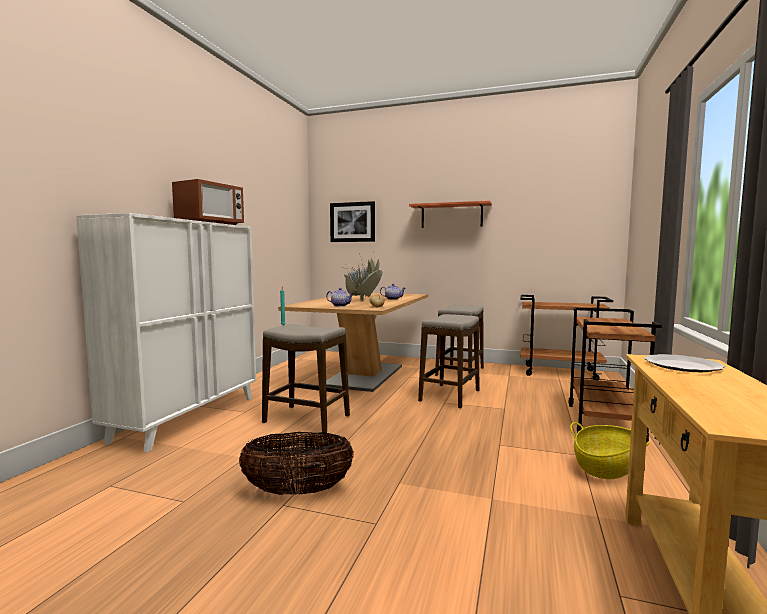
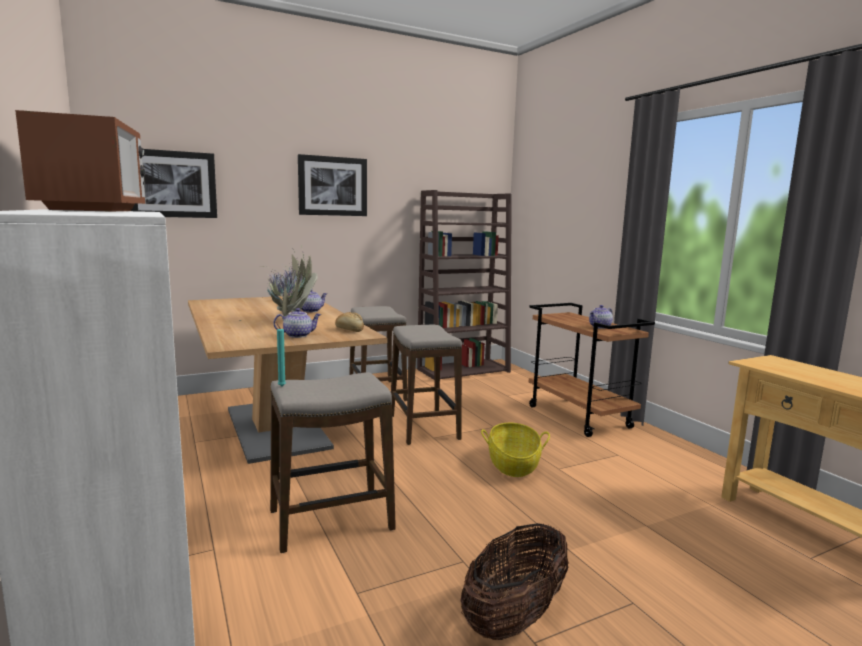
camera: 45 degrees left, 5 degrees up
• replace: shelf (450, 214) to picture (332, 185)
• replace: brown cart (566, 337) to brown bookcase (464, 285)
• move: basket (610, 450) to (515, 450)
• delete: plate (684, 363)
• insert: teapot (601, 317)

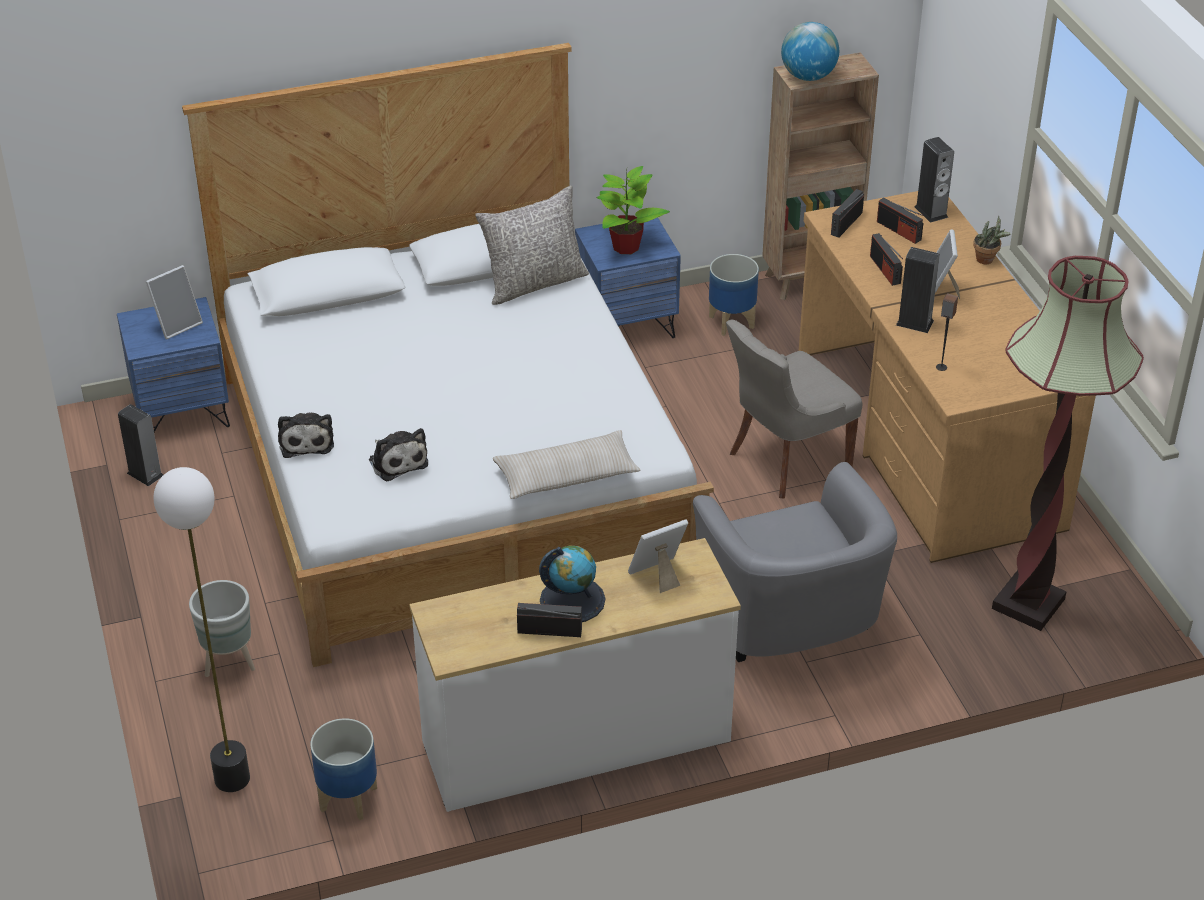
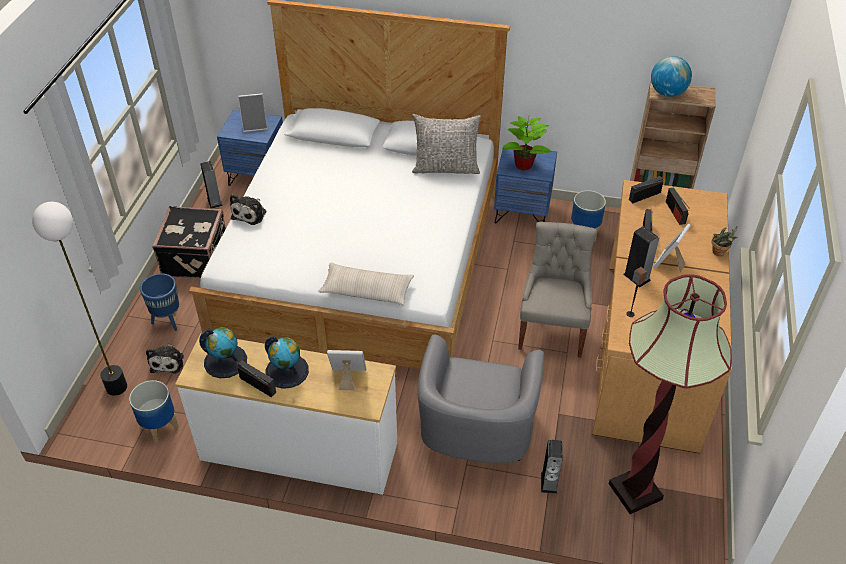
camera: 30 degrees right, 5 degrees up
• recolor: grey planter (222, 628) to blue planter (159, 302)
• move: plush toy (398, 455) to (165, 358)
• rotate: grey chair (794, 409) = (557, 290) 105 degrees clockwise
• move: speaker (934, 180) to (551, 467)
• insert: black suitcase (189, 242)
• insert: globe (223, 352)

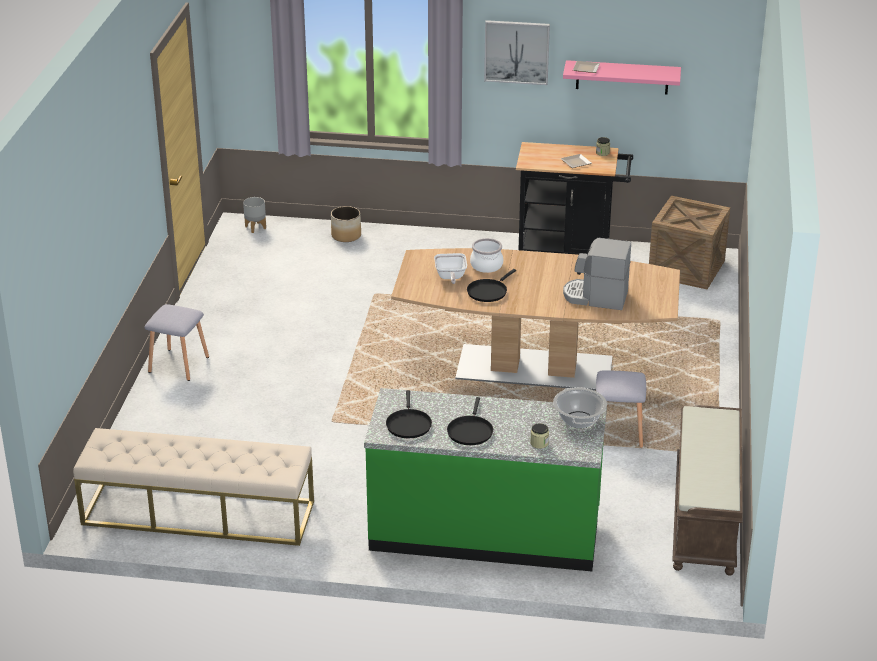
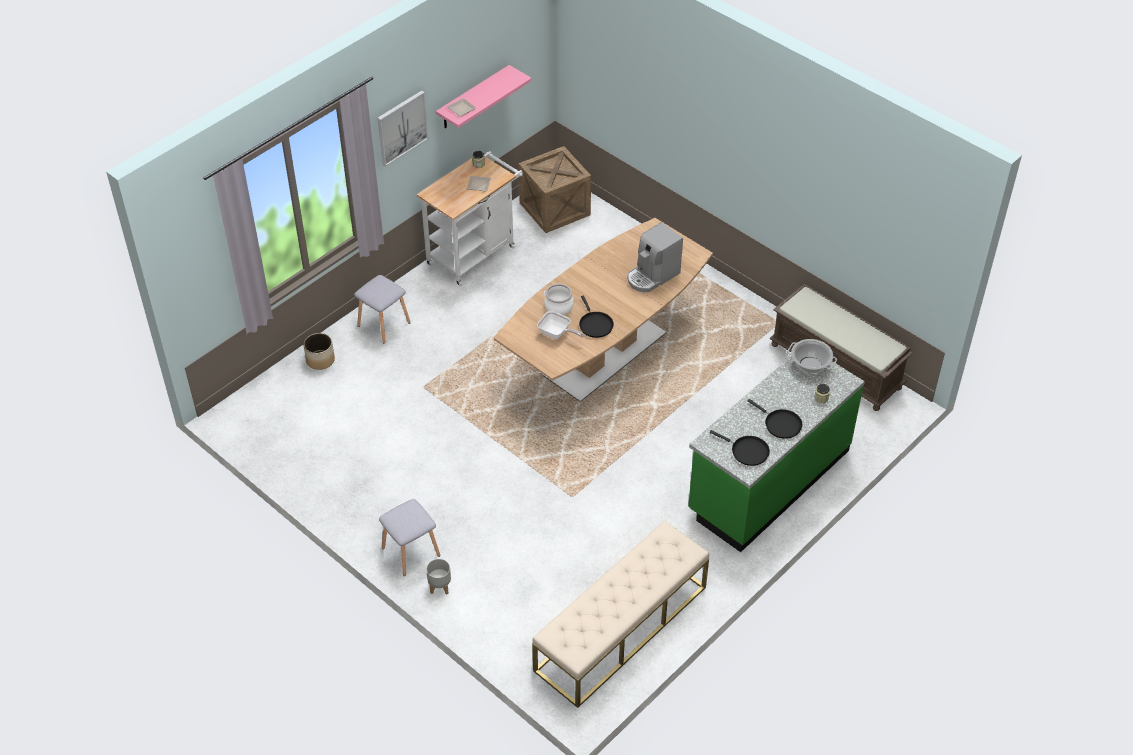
camera: 55 degrees left, 15 degrees up
• move: grey planter (254, 215) to (438, 577)
• recolor: black cart (574, 198) to white cart (470, 218)
• move: grey stool (621, 409) to (382, 309)

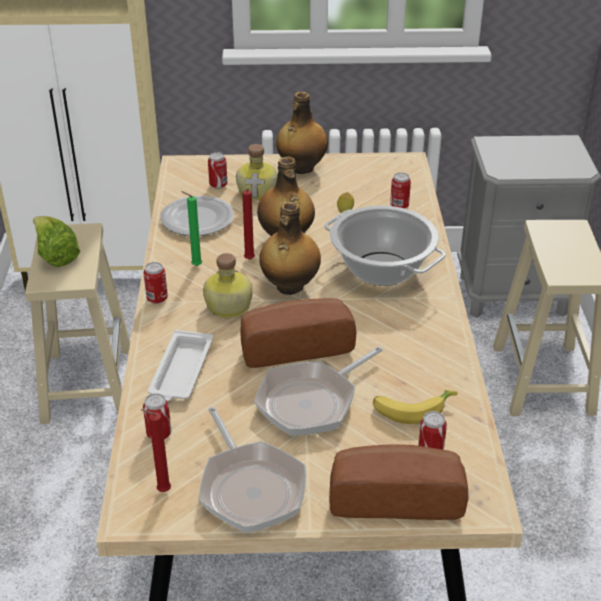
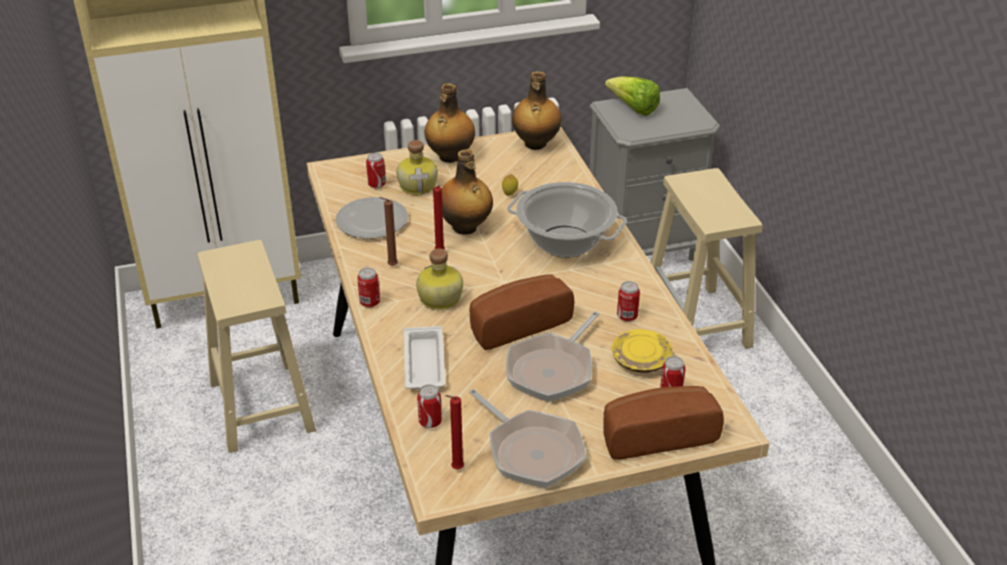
camera: 15 degrees left, 0 degrees up
• move: lettuce (56, 241) to (632, 96)
• recolor: green candle (191, 228) to brown candle (388, 231)
• move: bottle (290, 248) to (536, 110)
• replace: banana (415, 407) to yellow plate (642, 351)
• move: can (400, 190) to (628, 301)

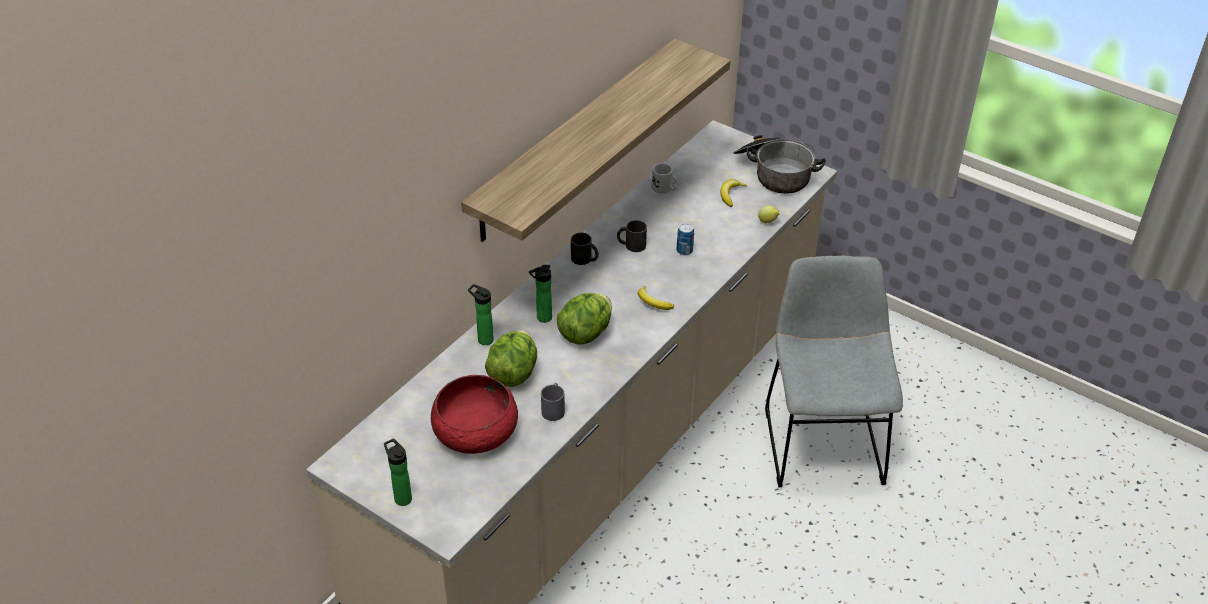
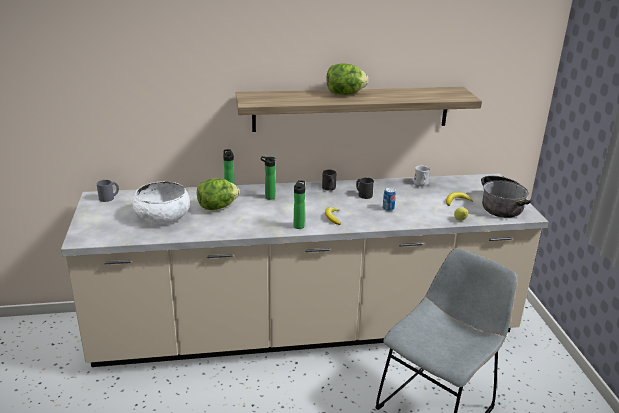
camera: 45 degrees right, 15 degrees down
• move: bottle (398, 472) to (299, 204)
• recolor: red bowl (474, 414) to white bowl (161, 202)
• move: grey mug (553, 402) to (108, 191)
• move: lettuce (584, 319) to (347, 79)

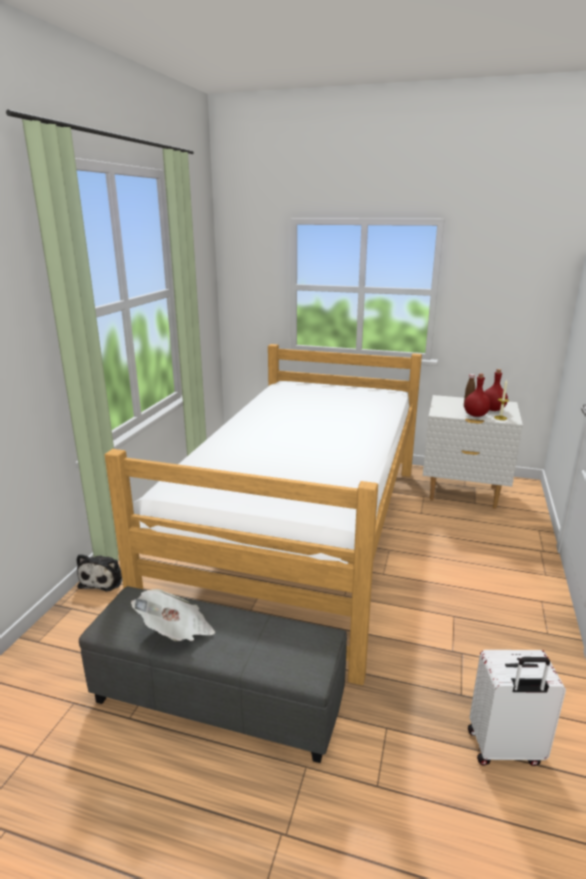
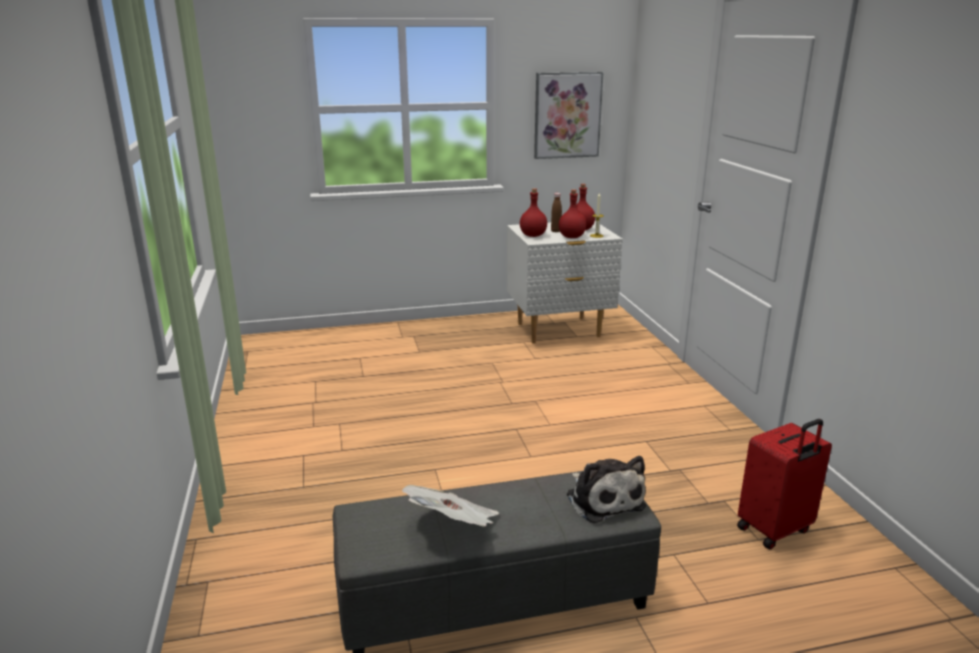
camera: 30 degrees left, 0 degrees up
• move: plush toy (99, 573) to (606, 489)
• delete: bed (263, 515)
• recolor: white suitcase (517, 708) to red suitcase (784, 484)
• insert: red bottle (533, 212)
• insert: picture (568, 115)

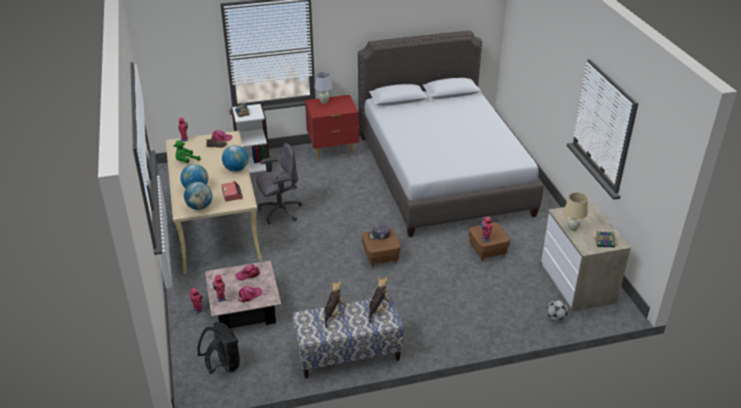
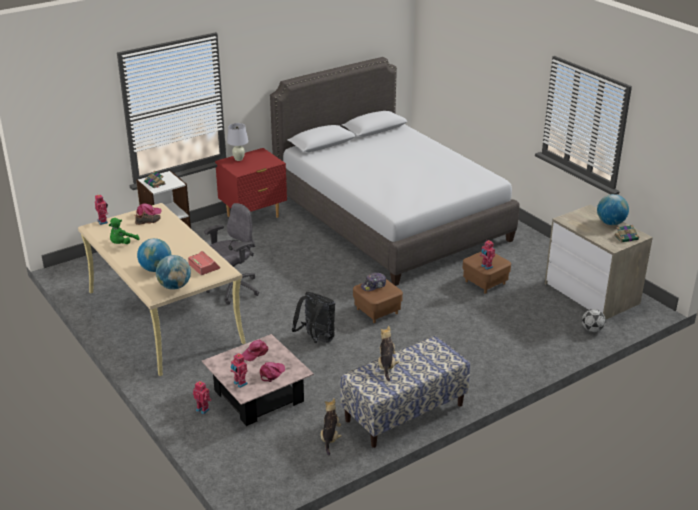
camera: 20 degrees left, 5 degrees down
• move: black backpack (219, 348) to (313, 317)
• move: globe (235, 158) to (613, 209)
• move: plush toy (379, 300) to (331, 427)
• delete: beige table lamp (576, 211)

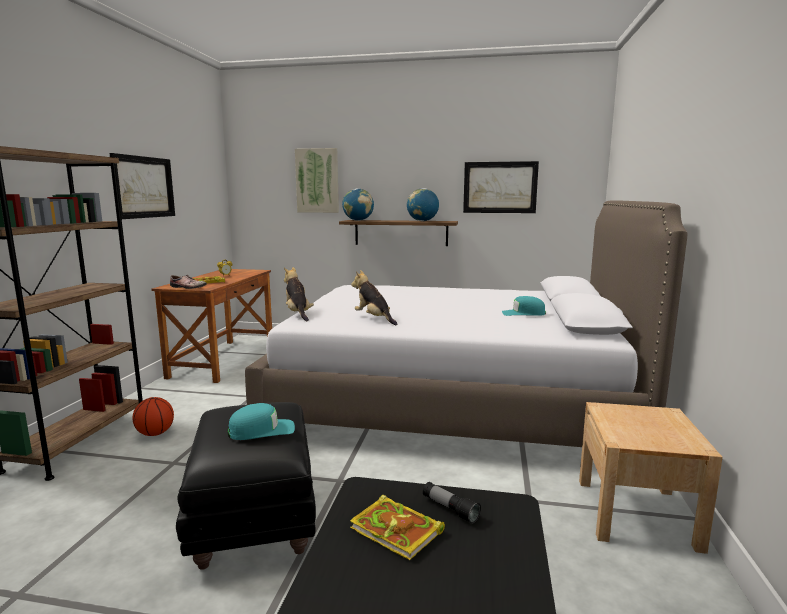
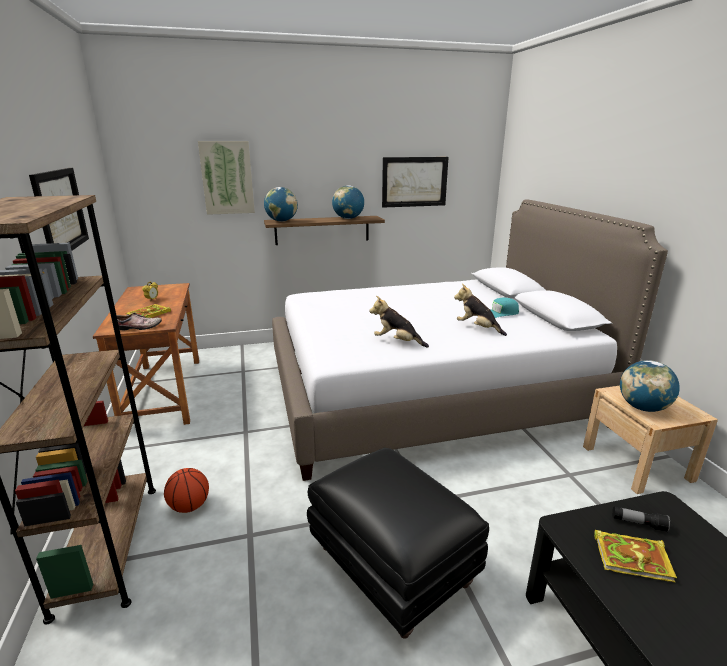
camera: 25 degrees left, 10 degrees up
• delete: turquoise cap (261, 421)
• move: plush toy (299, 294) to (480, 310)
• insert: globe (650, 386)

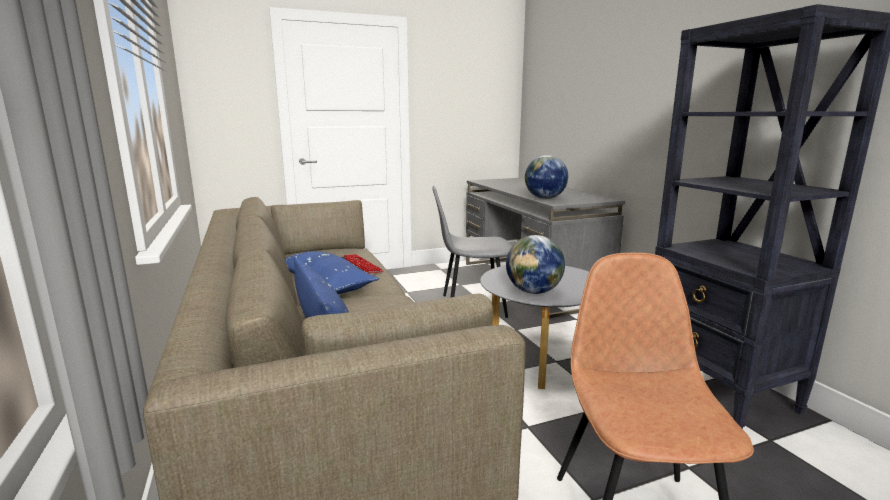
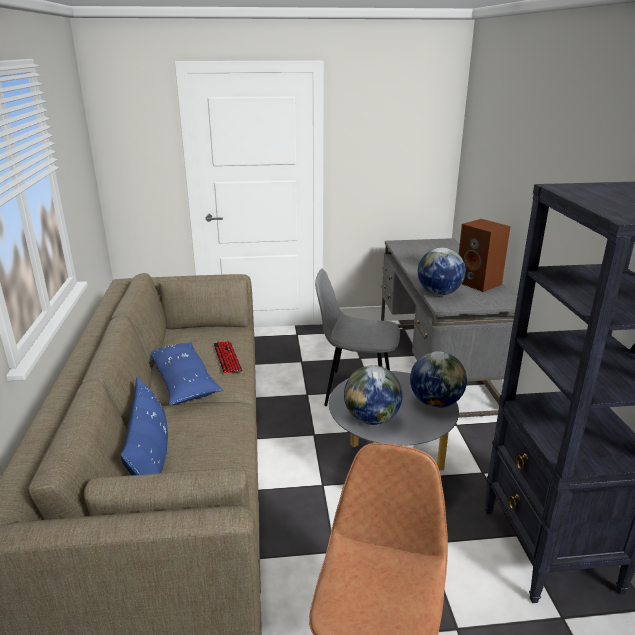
camera: 15 degrees right, 10 degrees up
• insert: globe (438, 379)
• insert: brown speaker (485, 255)

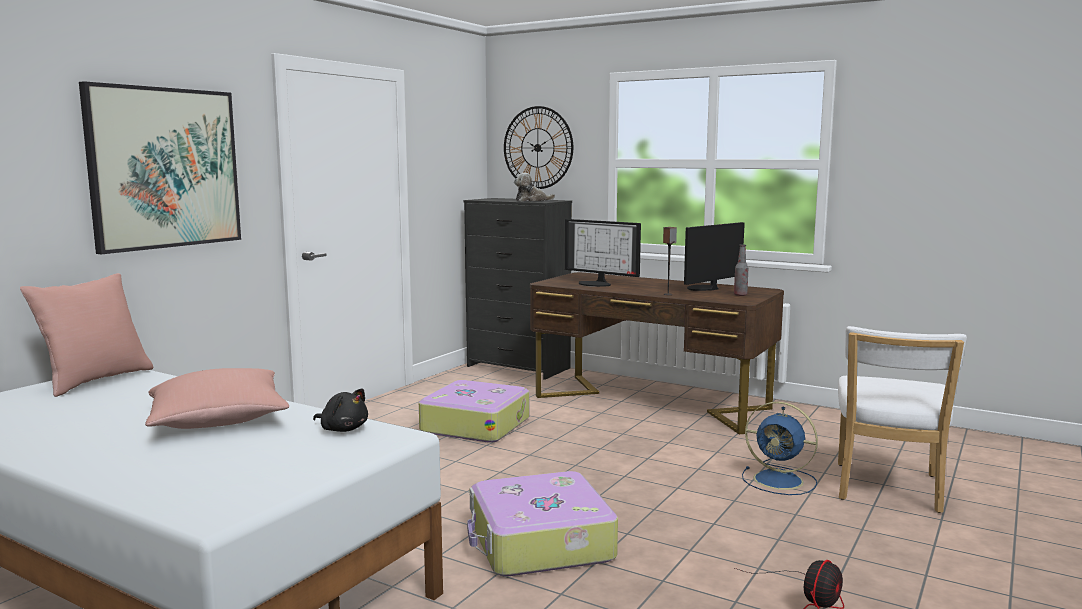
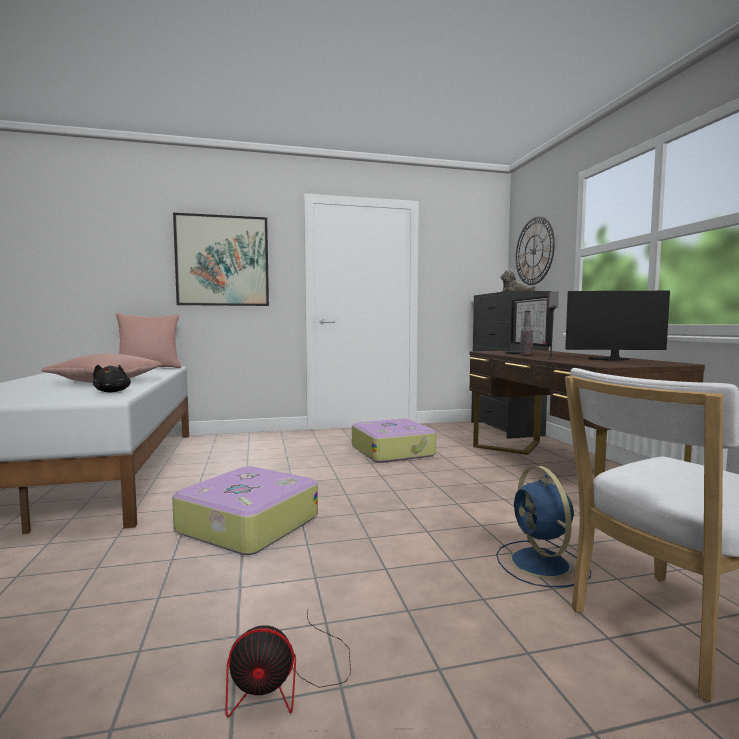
camera: 45 degrees right, 5 degrees down
• move: bottle (741, 270) to (526, 333)

